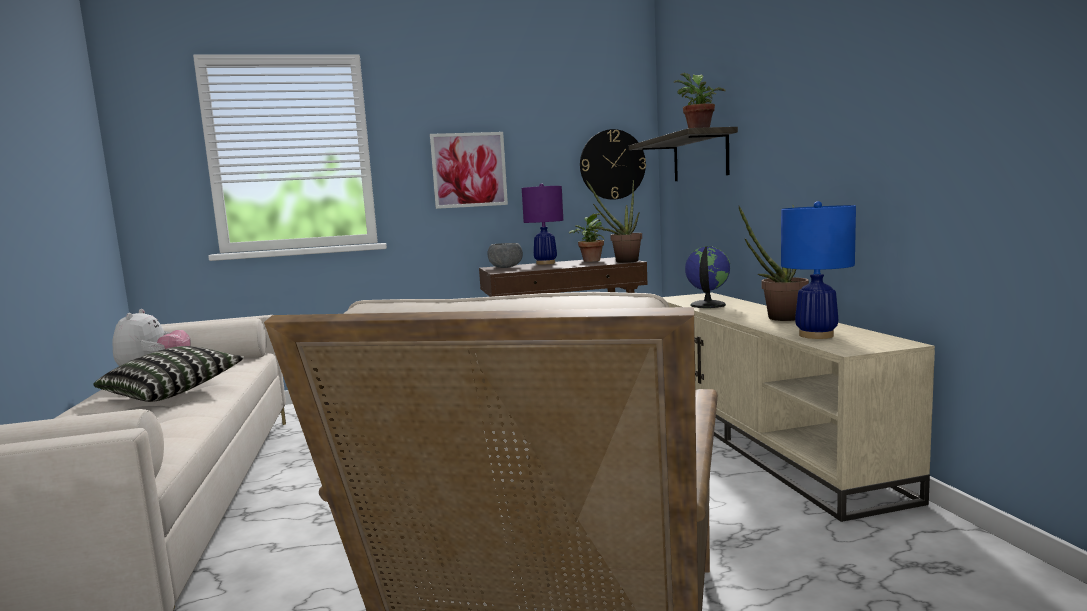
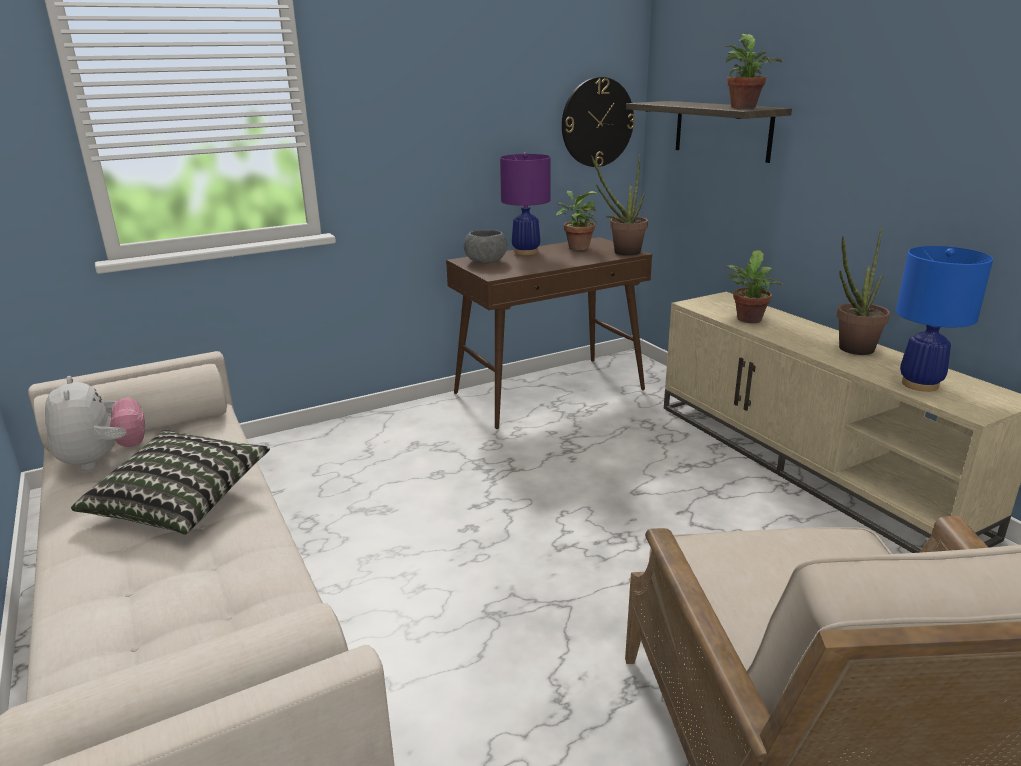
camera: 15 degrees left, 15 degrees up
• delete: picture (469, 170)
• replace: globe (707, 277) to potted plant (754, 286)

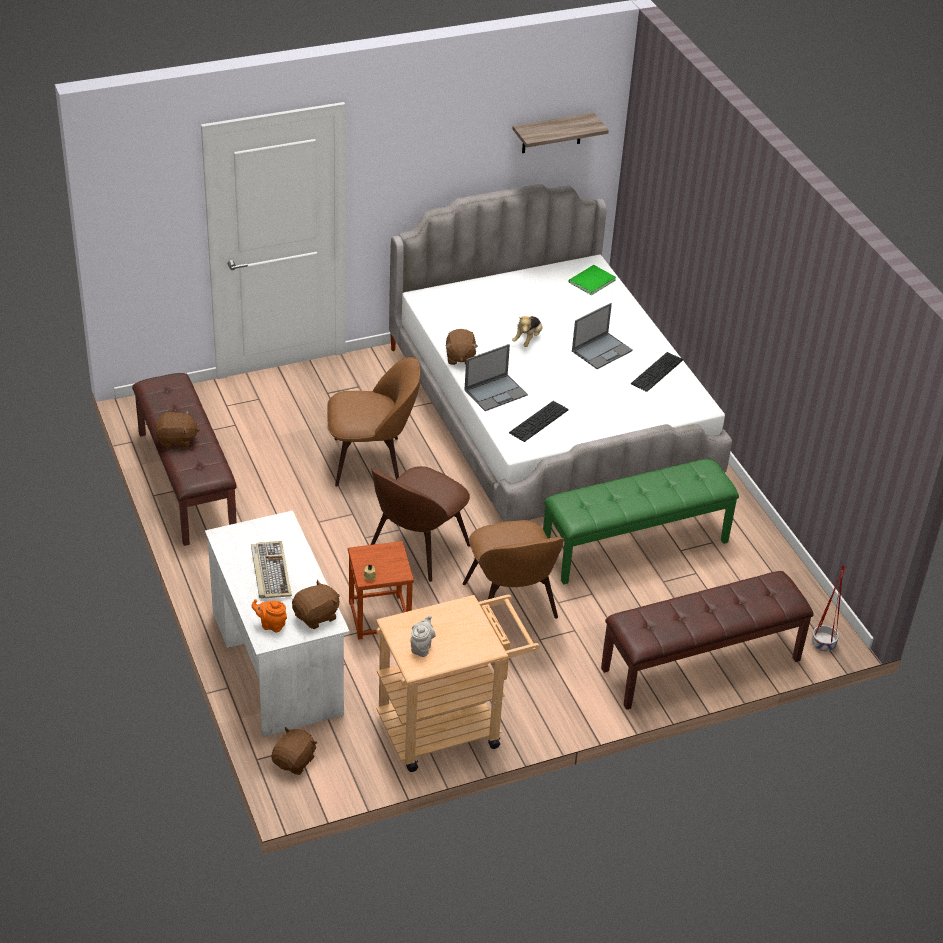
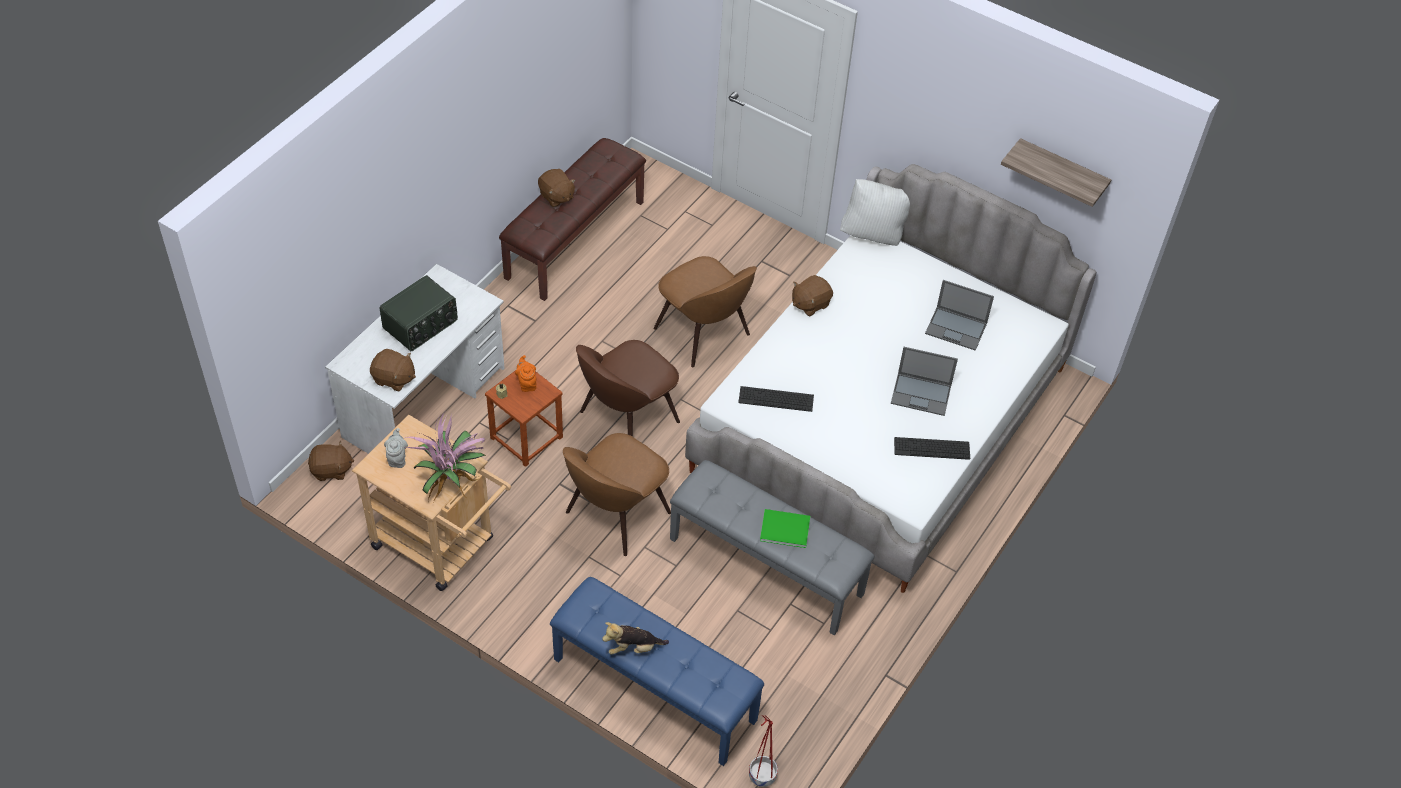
camera: 55 degrees right, 10 degrees up
• replace: keyboard (271, 569) to radio (419, 313)
• move: orange teapot (269, 615) to (526, 373)
• rotate: brown chair (420, 524) = (628, 388) 45 degrees counterclockwise
• rotate: grey teapot (423, 636) = (396, 448) 75 degrees counterclockwise
• move: laptop (496, 377) to (959, 315)
• move: plush toy (527, 331) to (635, 638)
• recolor: green bench (641, 522) to grey bench (772, 547)
• move: green book (592, 280) to (785, 528)
• recolor: brown bench (707, 640) to blue bench (657, 671)
• insert: potted plant (444, 457)
• insert: white pillow (875, 212)

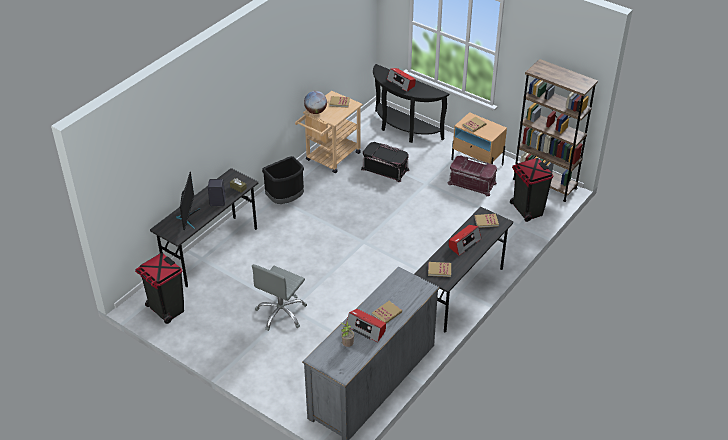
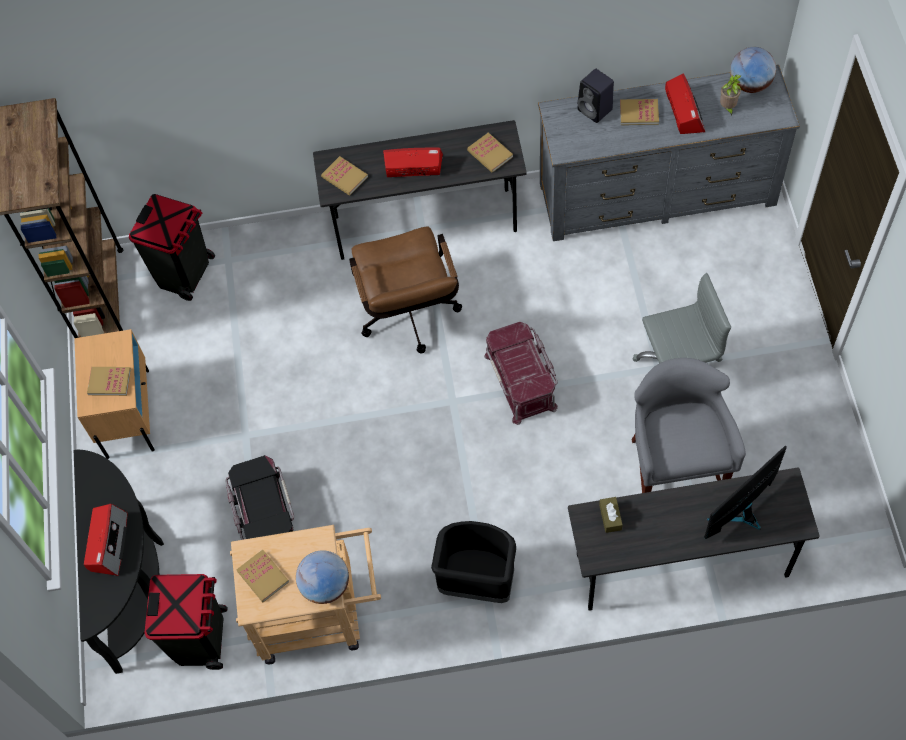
camera: 130 degrees left, 20 degrees up
• move: black trash can (159, 288) to (186, 622)
• move: black speaker (217, 192) to (595, 95)
• move: red storage box (472, 175) to (521, 373)
• insert: brown office chair (405, 289)
• insert: grey stool (689, 425)
• insert: globe (753, 70)

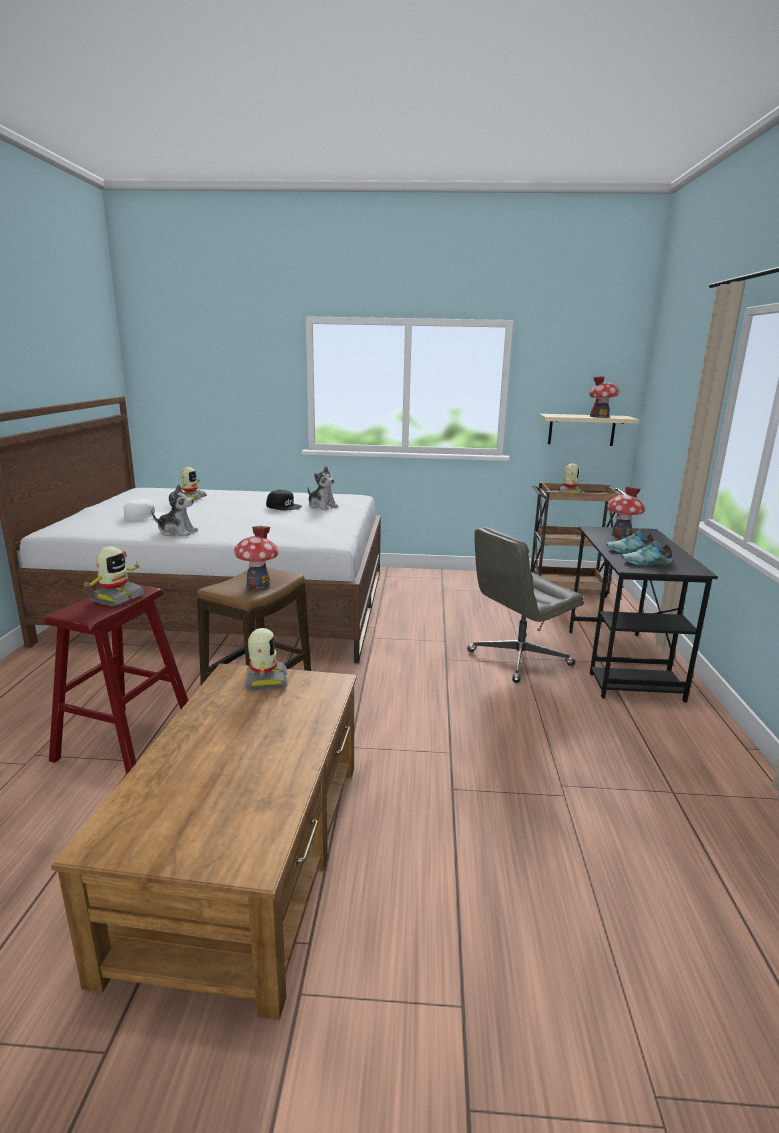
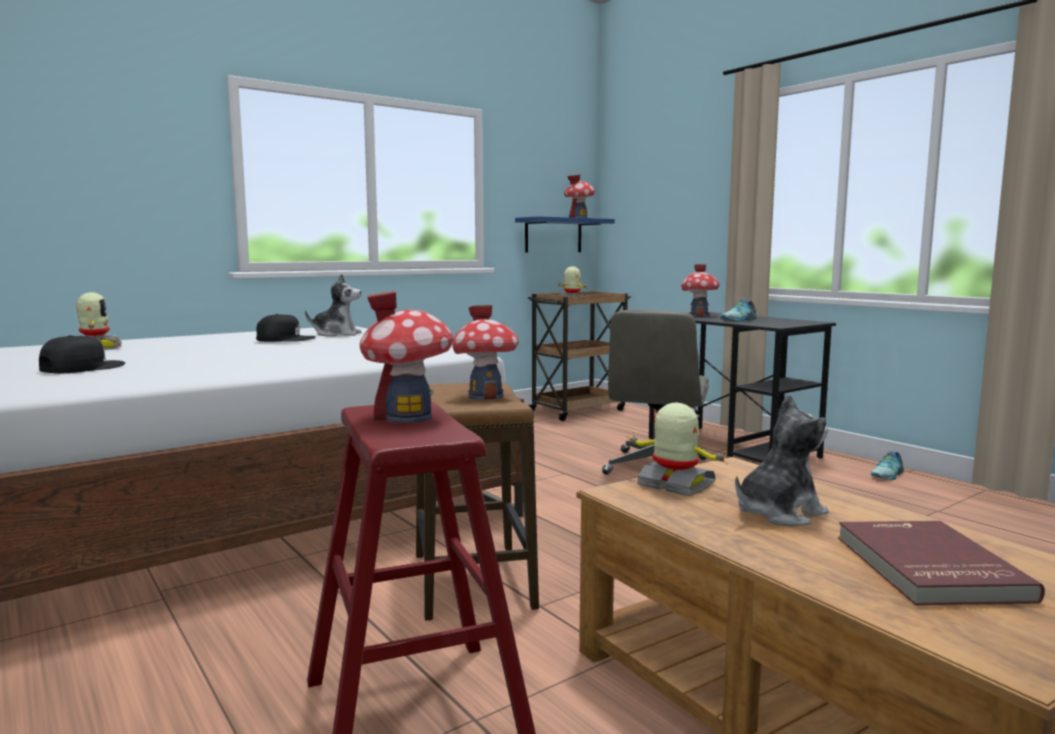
camera: 40 degrees left, 10 degrees down
• replace: toy robot (112, 576) to toy house (406, 357)
• recolor: white cap (145, 509) to black cap (82, 354)
• move: plush toy (175, 510) to (781, 460)
• recolor: beige shelf (589, 430) to blue shelf (565, 234)
• move: shoe (647, 553) to (887, 465)
• insert: red book (941, 563)

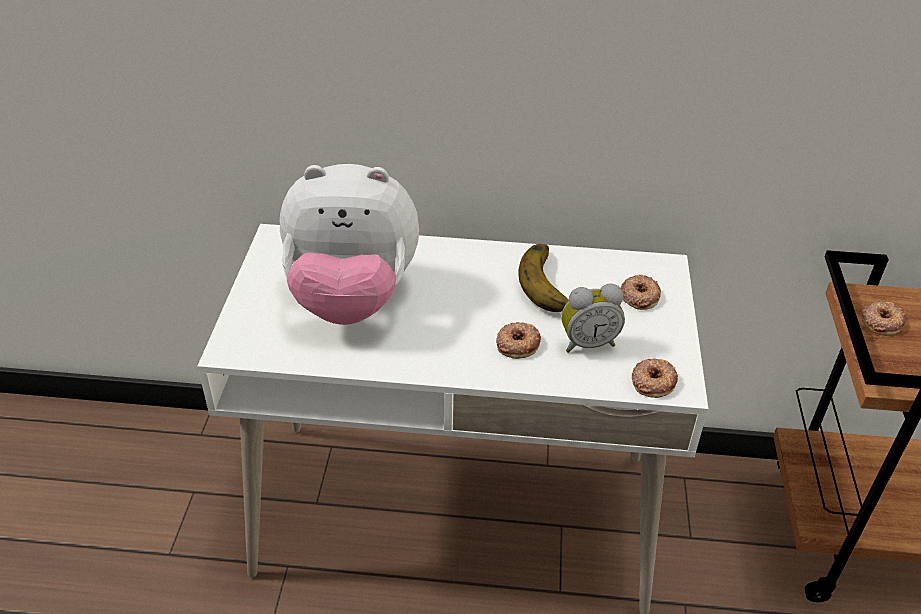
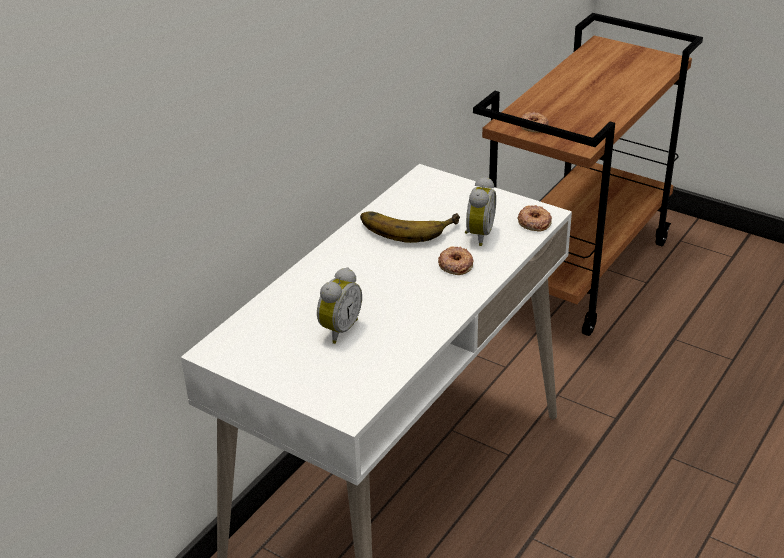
camera: 60 degrees left, 5 degrees down
• replace: plush toy (349, 244) to alarm clock (339, 305)
• delete: donut (641, 292)

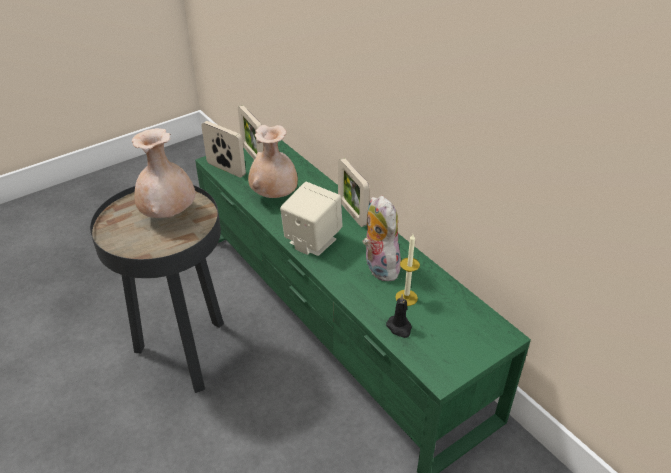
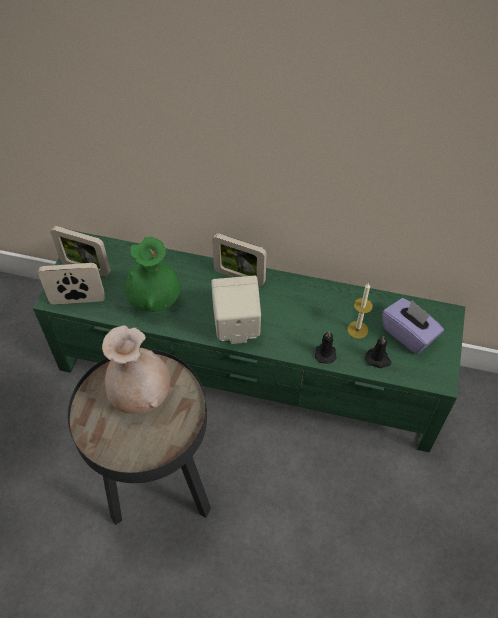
camera: 40 degrees left, 15 degrees up
• recolor: beige vase (273, 161) to green vase (152, 274)
• delete: plush toy (383, 238)
• insert: black candle (326, 347)
• insert: purple tissue box (413, 326)

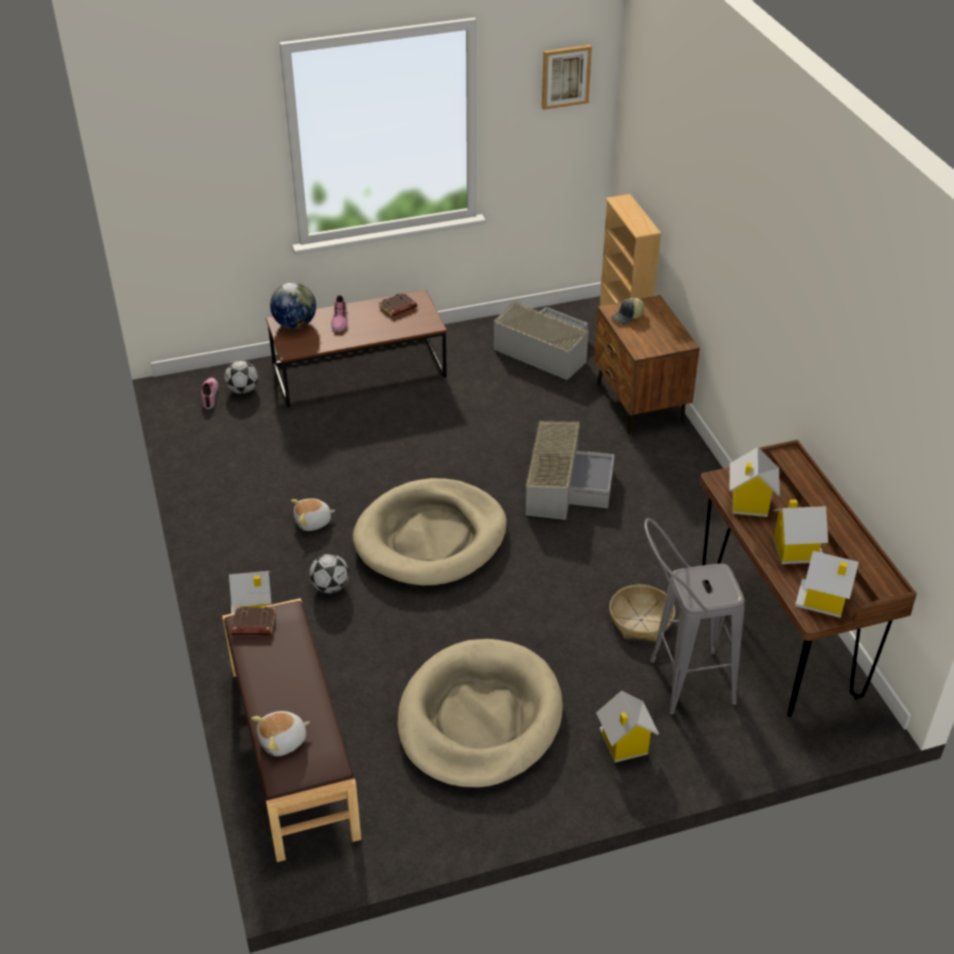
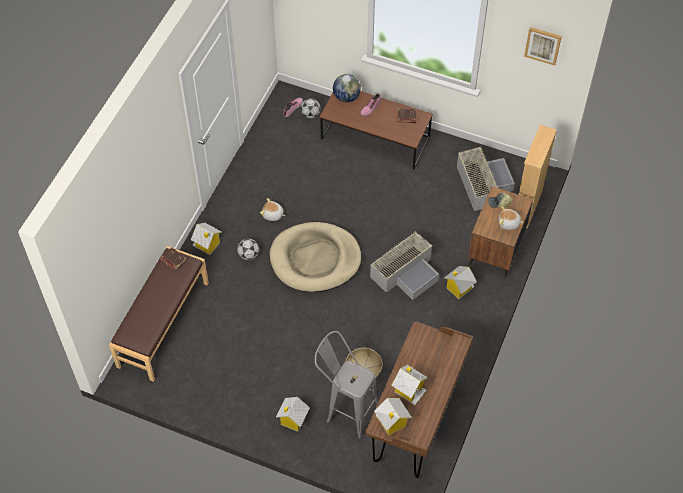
camera: 40 degrees right, 15 degrees up
• move: plush toy (280, 733) to (511, 218)
• delete: beige dog bed (480, 714)
• move: toy house (755, 482) to (460, 282)

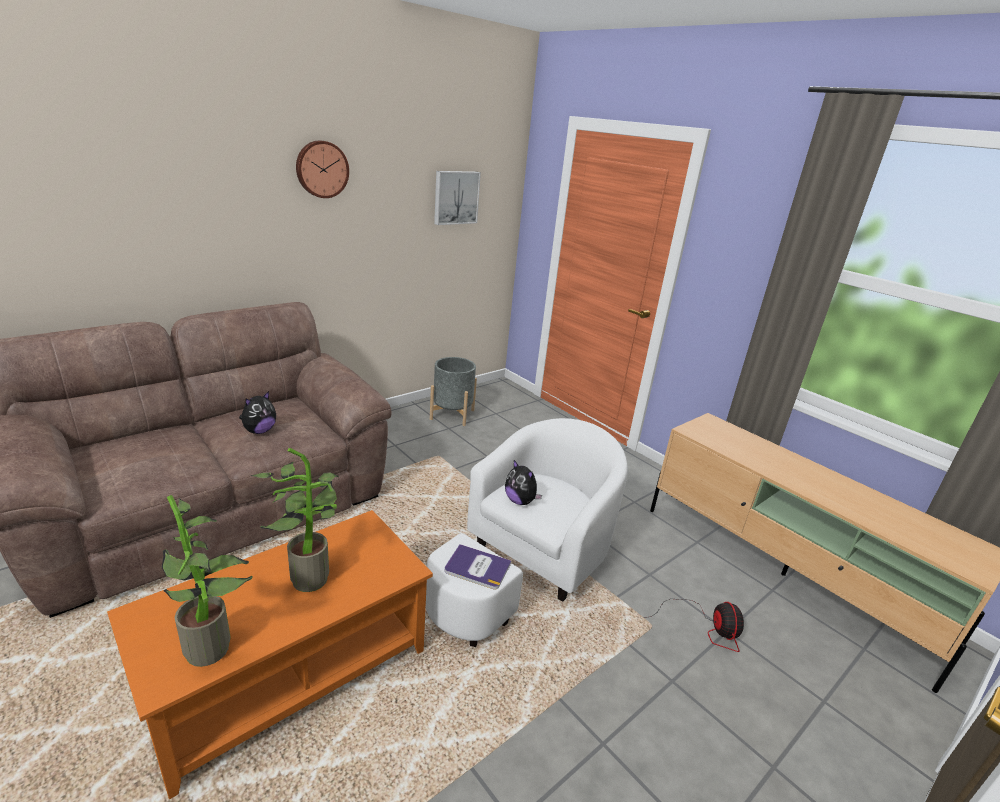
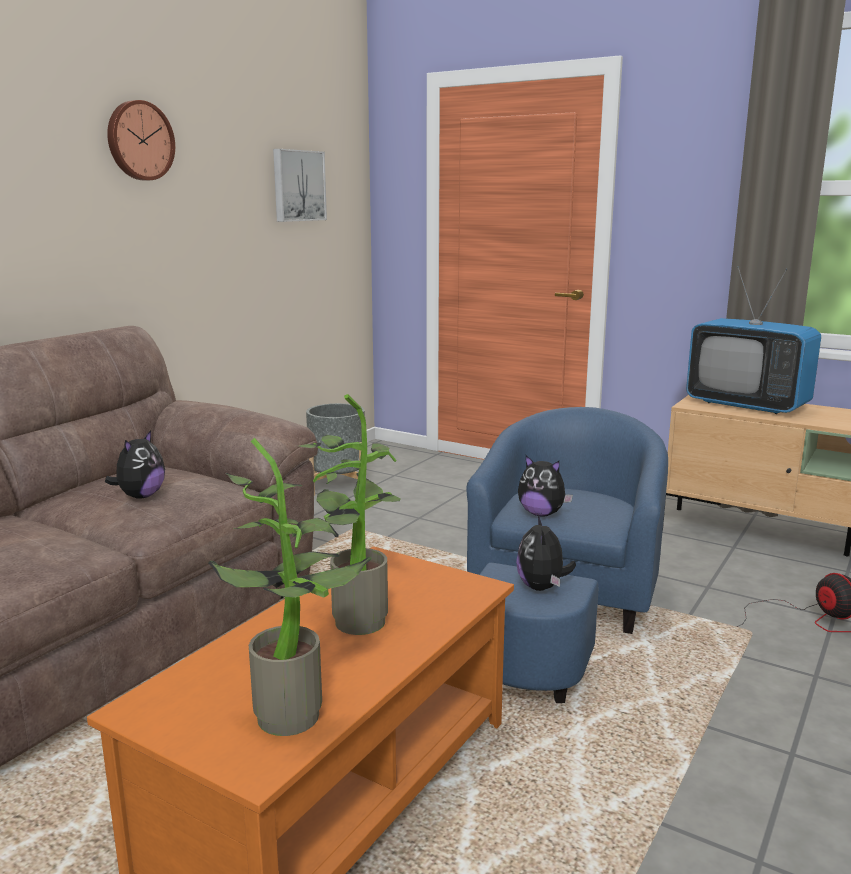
camera: 15 degrees left, 10 degrees down
• recolor: white armchair (527, 532) to blue armchair (567, 555)
• replace: book (478, 566) to plush toy (546, 553)
• insert: television (753, 340)

